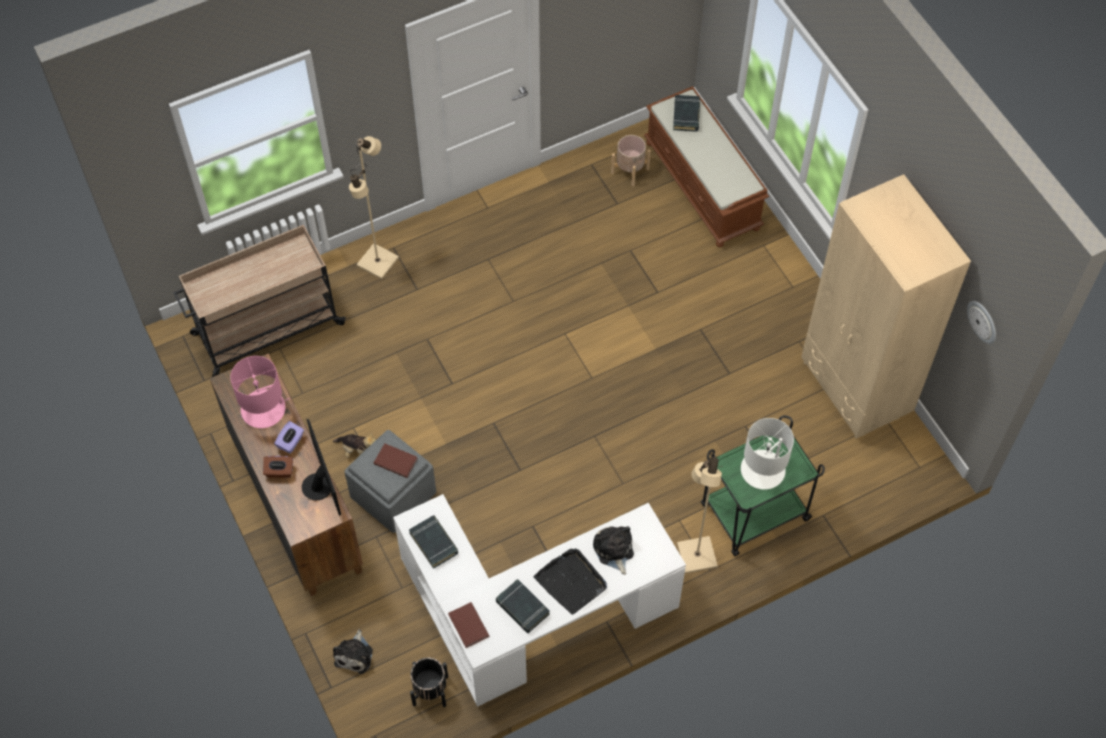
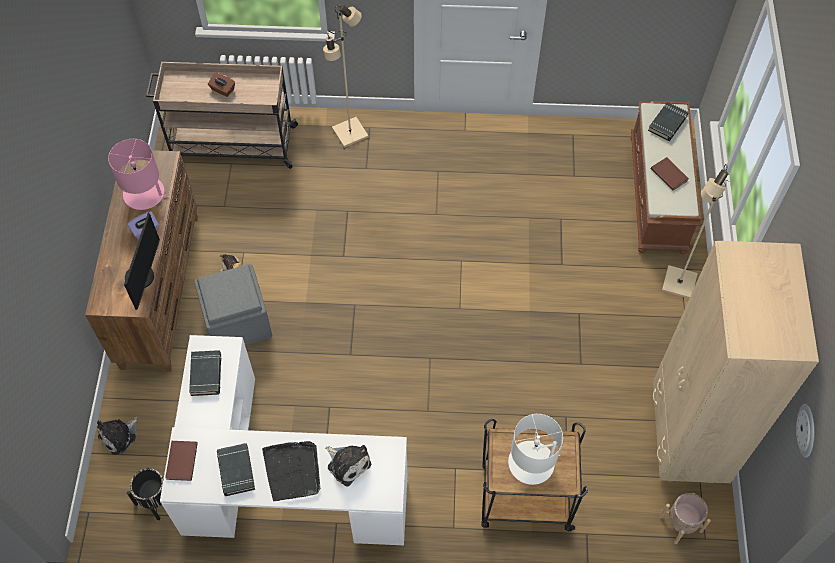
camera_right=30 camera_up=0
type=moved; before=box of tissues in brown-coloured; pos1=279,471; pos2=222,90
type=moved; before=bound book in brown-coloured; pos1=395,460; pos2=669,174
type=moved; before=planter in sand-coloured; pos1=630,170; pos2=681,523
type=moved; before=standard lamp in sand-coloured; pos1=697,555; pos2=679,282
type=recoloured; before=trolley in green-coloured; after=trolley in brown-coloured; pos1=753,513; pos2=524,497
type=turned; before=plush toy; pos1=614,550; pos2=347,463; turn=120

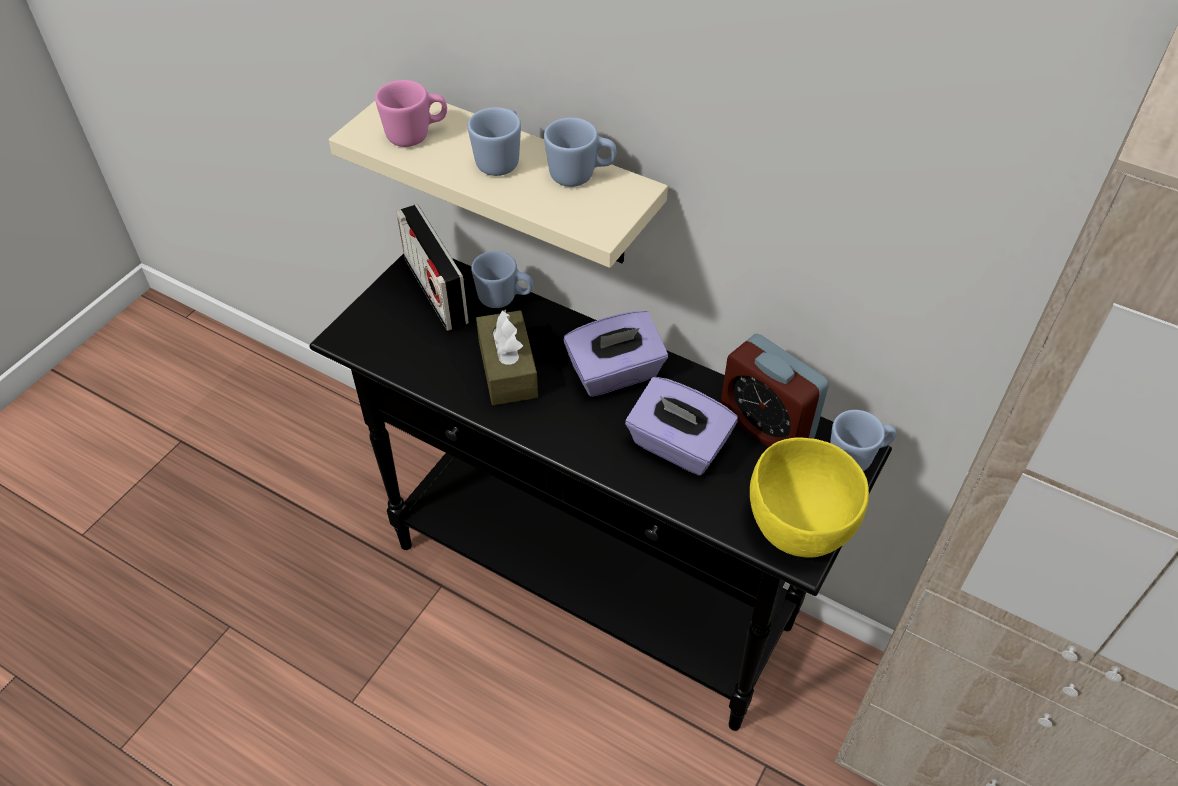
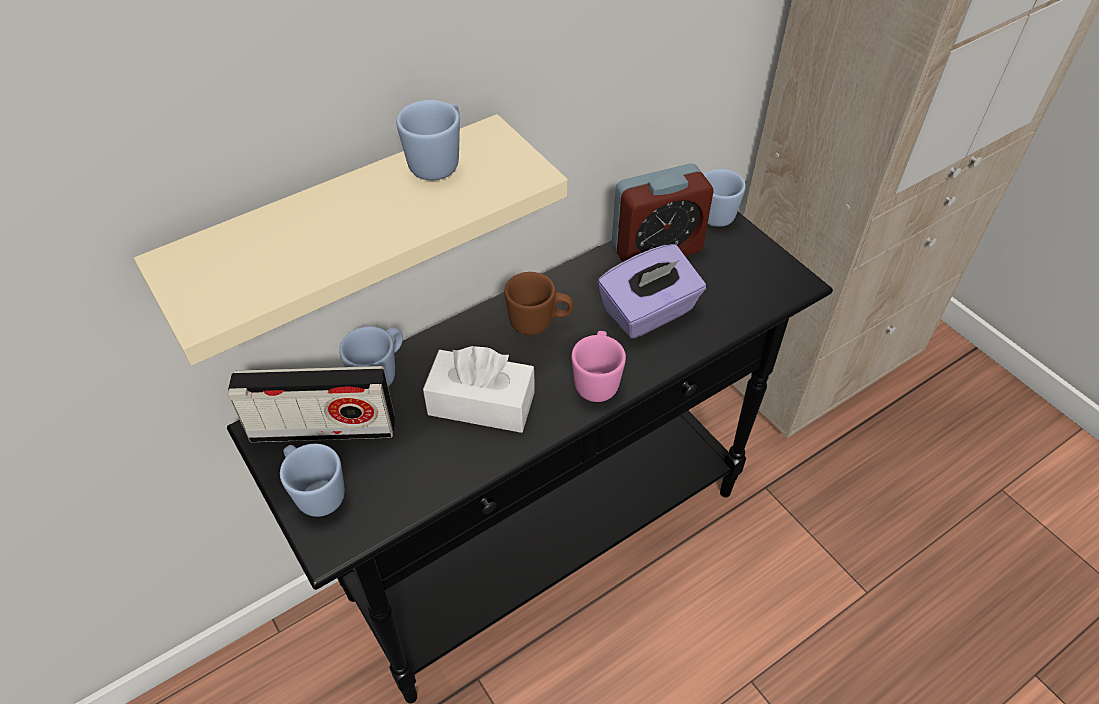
camera_right=-65 camera_up=0
type=removed; before=bowl in yellow-coloured; pos1=798,526
type=moved; before=coffee mug in pink-coloured; pos1=416,135; pos2=597,380
type=moved; before=coffee mug in blue-coloured; pos1=501,160; pos2=316,492
type=replaced; before=box of tissues in purplish; after=coffee mug in brown-coloured; pos1=615,374; pos2=539,323
type=recoloured; before=box of tissues in brown-coloured; after=box of tissues in whitish; pos1=508,369; pos2=481,403

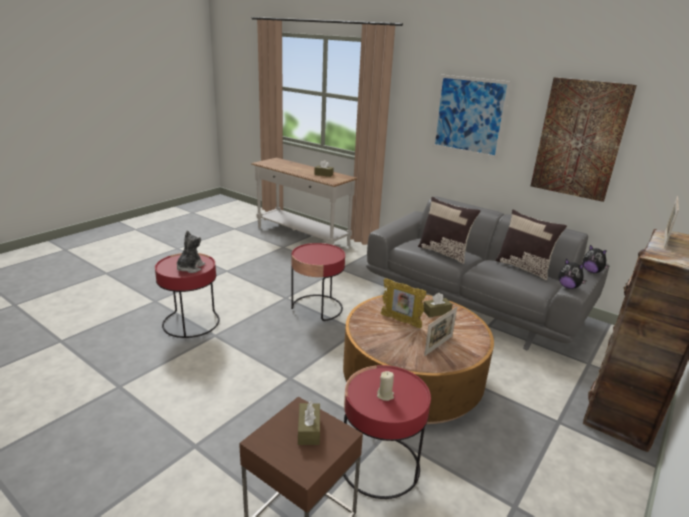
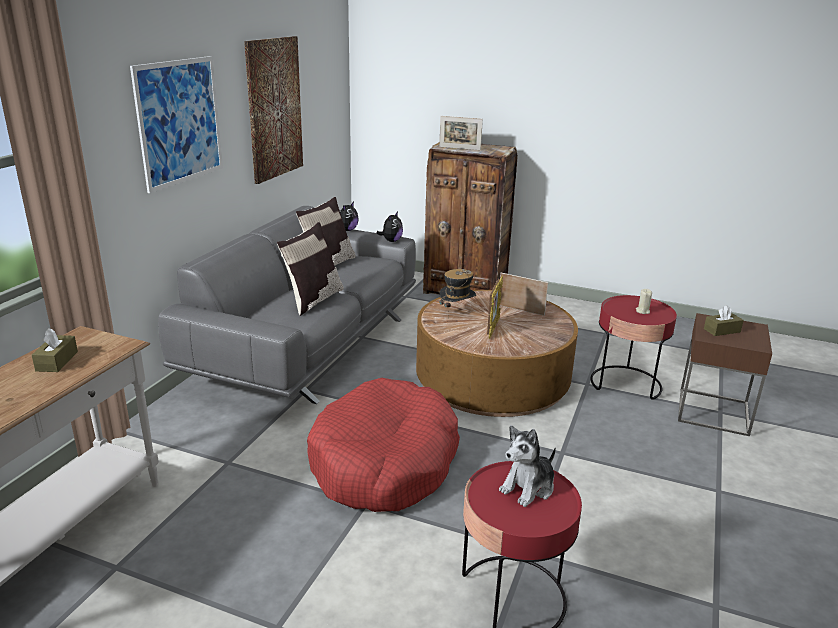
camera_right=-105 camera_up=0
type=replaced; before=side table in reddish; after=dog cushion in reddish; pos1=317,308; pos2=384,462
type=replaced; before=box of tissues in brown-coloured; after=hat; pos1=436,312; pos2=456,312
type=turned; before=plush toy; pos1=190,268; pos2=528,488; turn=-45

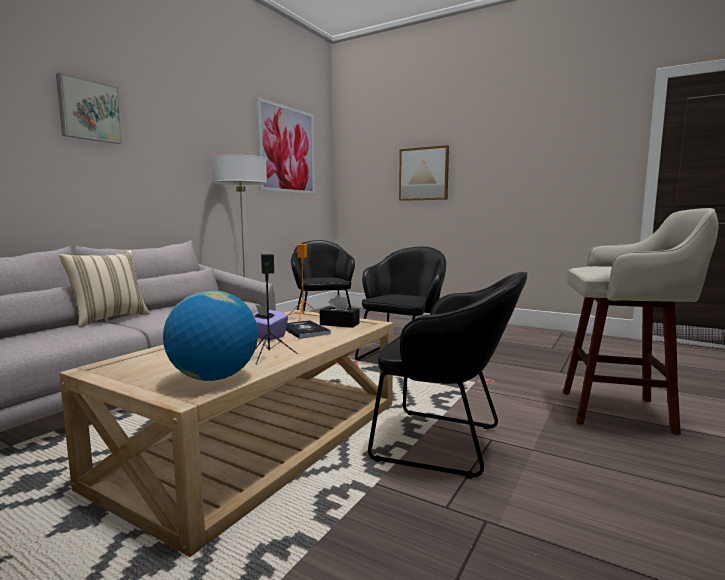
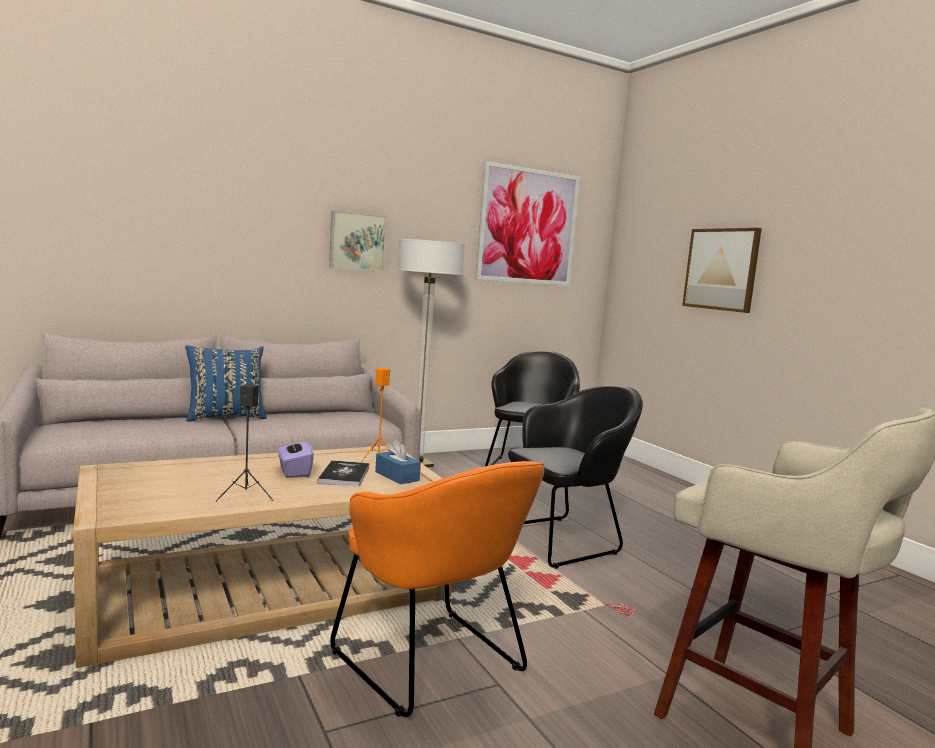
camera_right=30 camera_up=0
type=removed; before=globe; pos1=213,378
type=moved; before=picture; pos1=89,111; pos2=357,241
type=recoloured; before=pillow in sand-coloured; after=pillow in blue-coloured; pos1=109,319; pos2=225,417
type=recoloured; before=box of tissues in black-coloured; after=box of tissues in blue-coloured; pos1=339,324; pos2=397,476
type=recoloured; before=armchair in black-coloured; after=armchair in orangey; pos1=444,444; pos2=433,666

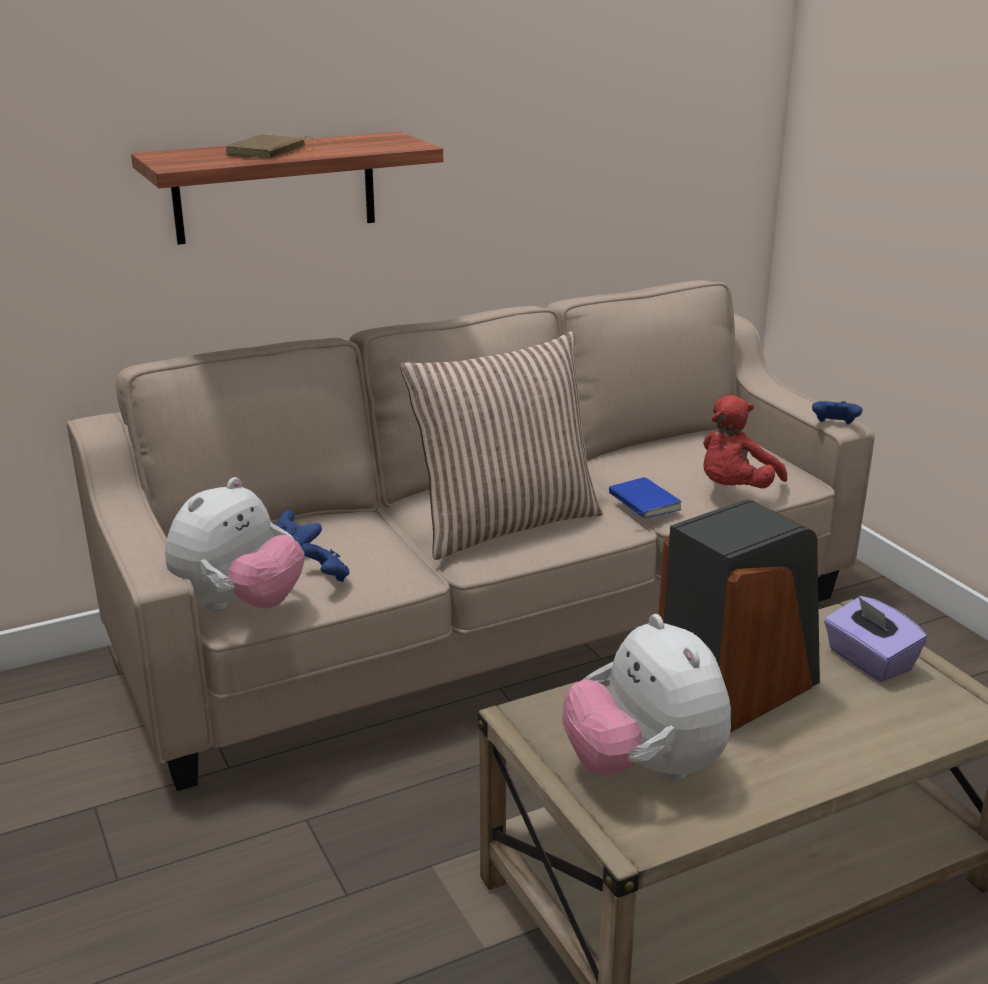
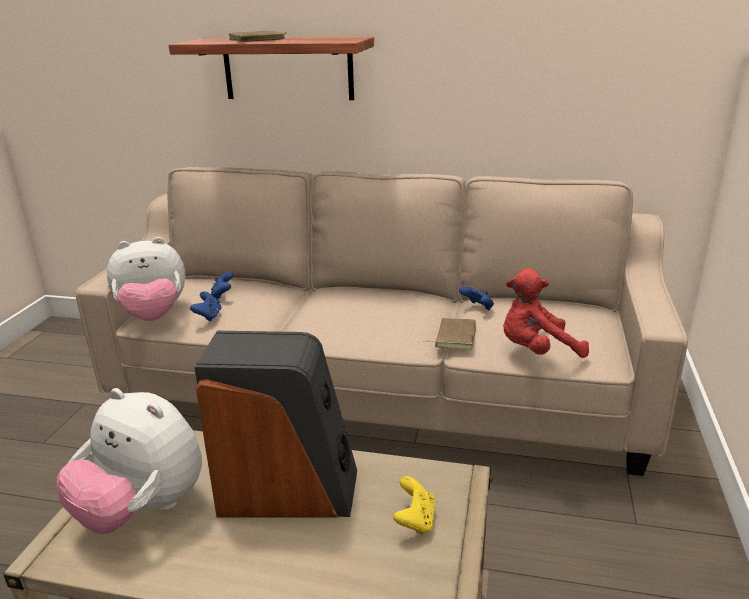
camera_right=40 camera_up=0
type=removed; before=pillow; pos1=505,523
type=moved; before=gamepad in blue-coloured; pos1=834,425; pos2=477,308
type=replaced; before=box of tissues in purplish; after=gamepad in yellow-coloured; pos1=868,661; pos2=415,521
type=recoloured; before=bound book in blue-coloured; after=bound book in brown-coloured; pos1=642,502; pos2=454,336
type=turned; before=plush toy; pos1=644,769; pos2=142,510; turn=-75

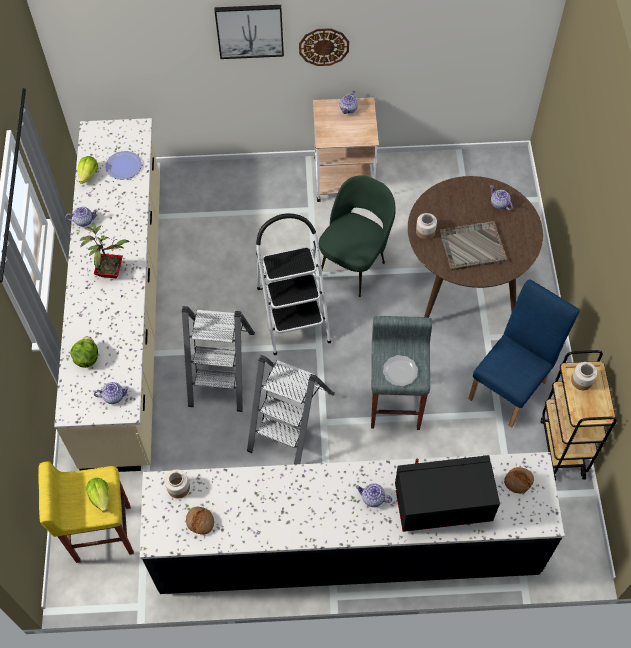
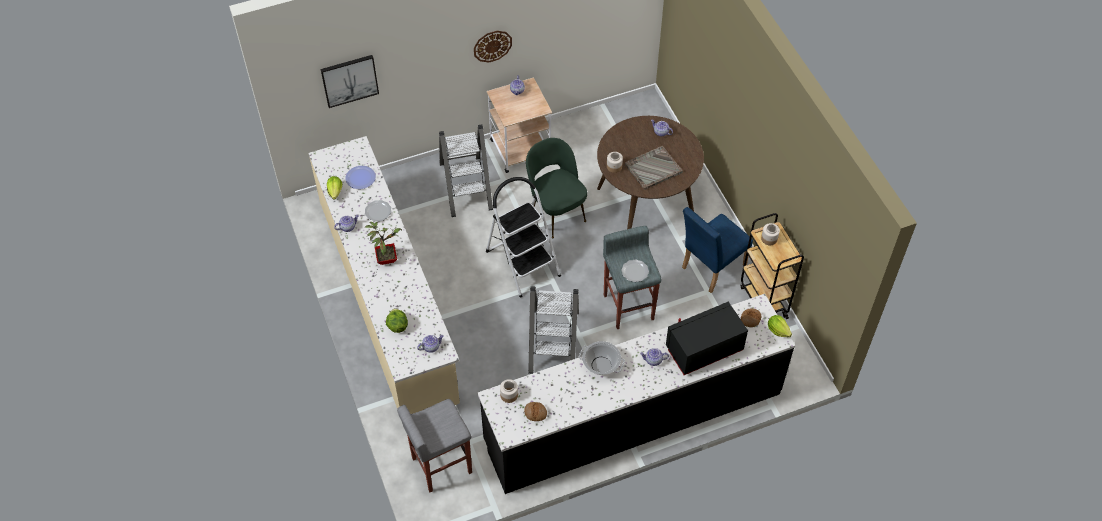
camera_right=-20 camera_up=-5
type=added; after=dinner plate; pos2=377,212
type=added; after=stockpot; pos2=601,365
type=moved; before=lettuce; pos1=101,497; pos2=778,330
type=moved; before=step ladder in gray; pos1=222,367; pos2=465,185
type=moved; before=picture; pos1=250,30; pos2=349,80
type=recoloured; before=stool in yellow-coloured; after=stool in gray; pos1=102,533; pos2=440,465
type=turned; before=upright chair in green-coloured; pos1=355,265; pos2=556,213; turn=-45
type=turned; before=upright chair in blue-coloured; pos1=511,386; pos2=710,269; turn=-150

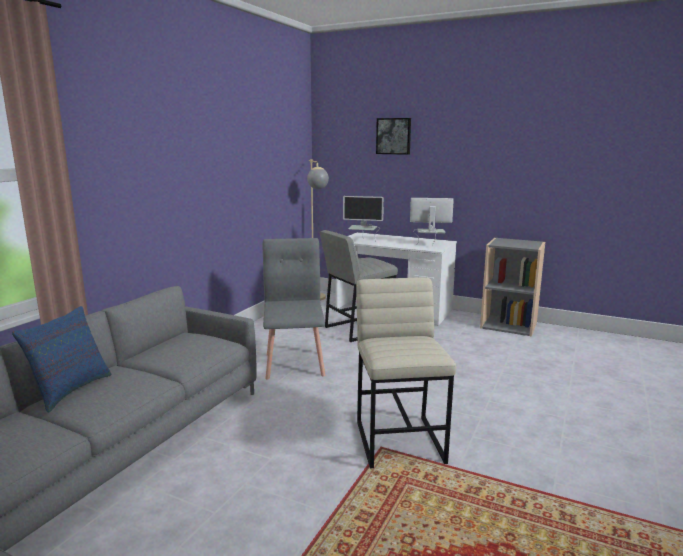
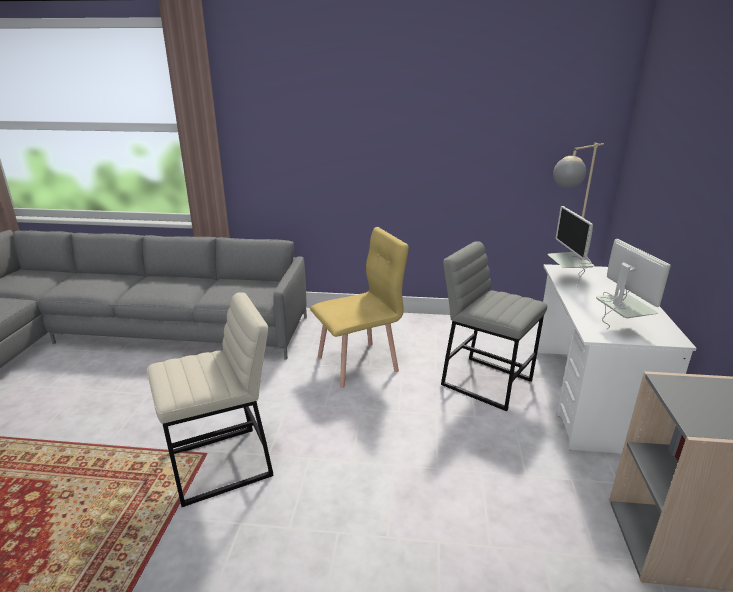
camera_right=70 camera_up=10
type=removed; before=pillow in blue-coloured; pos1=72,391
type=removed; before=picture; pos1=394,136
type=recoloured; before=upright chair in gray; after=upright chair in yellow-coloured; pos1=295,364; pos2=358,364

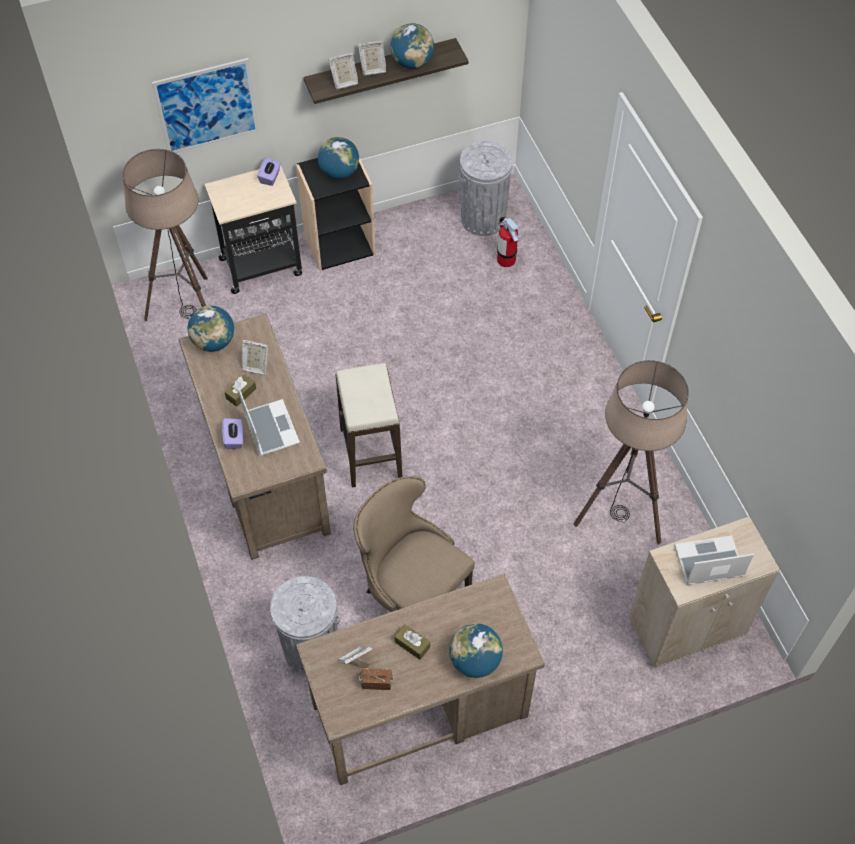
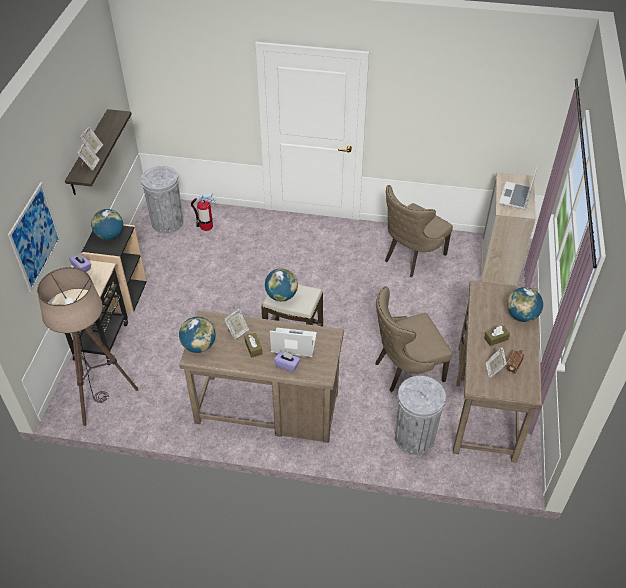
camera_right=-60 camera_up=-10
type=moved; before=globe; pos1=412,62; pos2=281,296
type=replaced; before=standard lamp; after=upright chair in sand-coloured; pos1=621,512; pos2=411,257

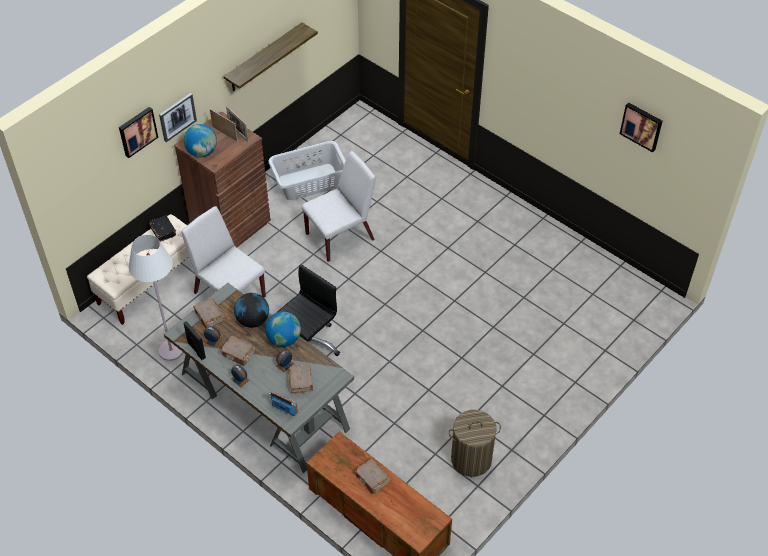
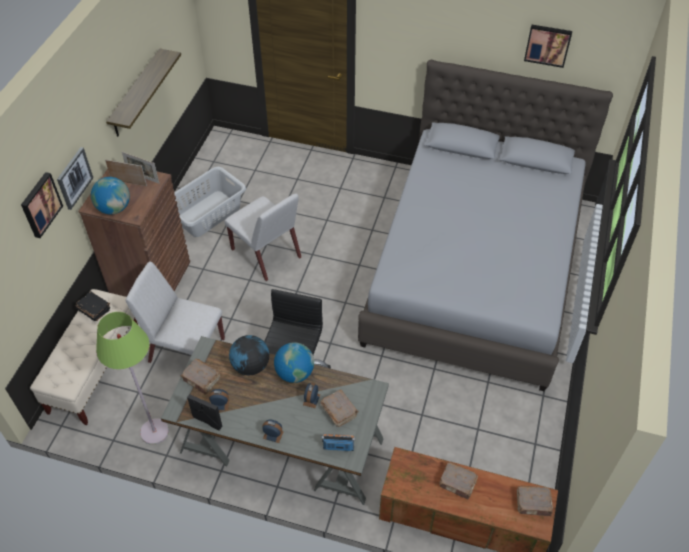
camera_right=-25 camera_up=0
type=removed; before=hamper; pos1=471,459
type=added; after=bed in gray; pos2=476,268
type=moved; before=bound book in brown-coloured; pos1=238,354; pos2=533,504
type=recoloured; before=standard lamp in whitish; after=standard lamp in green-coloured; pos1=171,350; pos2=154,432
type=turned; before=upright chair in whitish; pos1=341,236; pos2=266,254; turn=105

